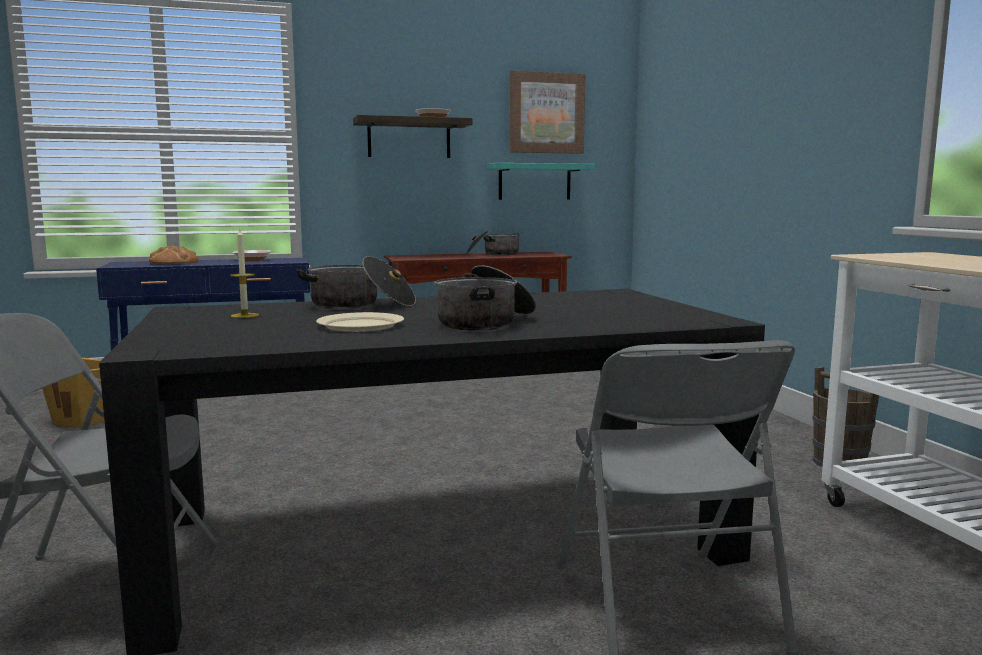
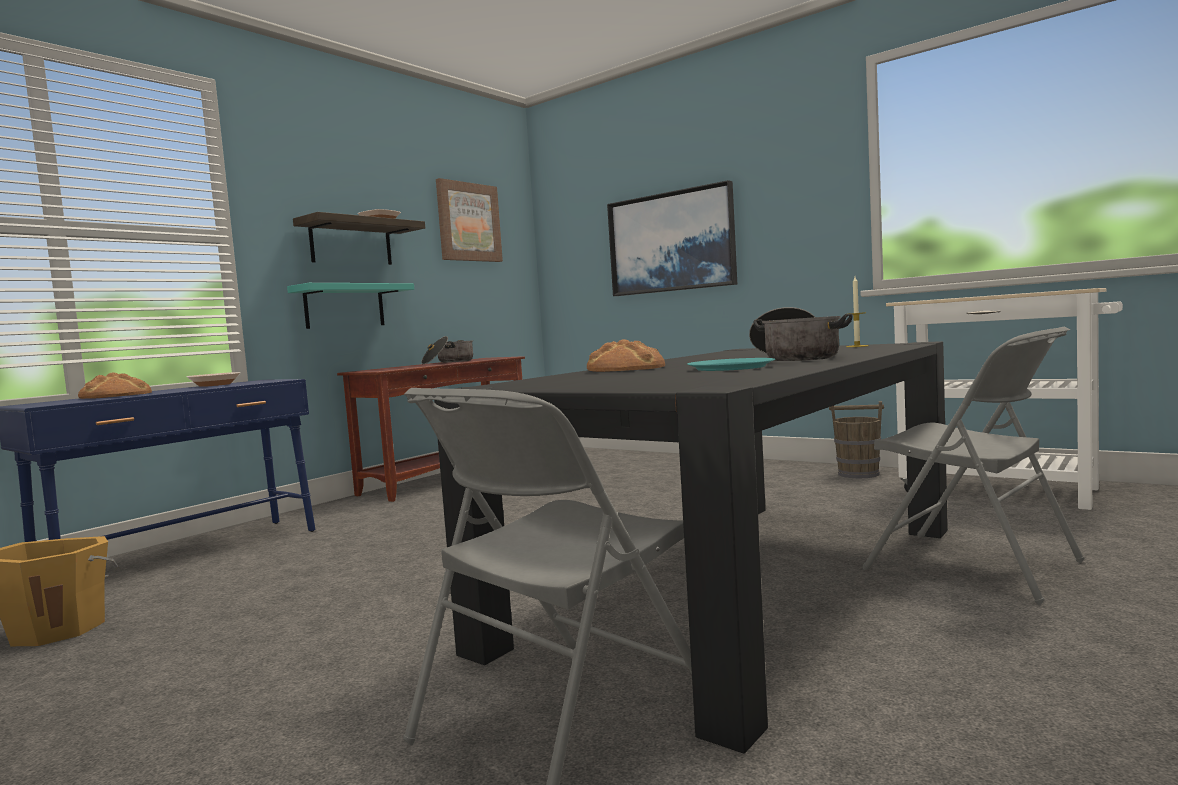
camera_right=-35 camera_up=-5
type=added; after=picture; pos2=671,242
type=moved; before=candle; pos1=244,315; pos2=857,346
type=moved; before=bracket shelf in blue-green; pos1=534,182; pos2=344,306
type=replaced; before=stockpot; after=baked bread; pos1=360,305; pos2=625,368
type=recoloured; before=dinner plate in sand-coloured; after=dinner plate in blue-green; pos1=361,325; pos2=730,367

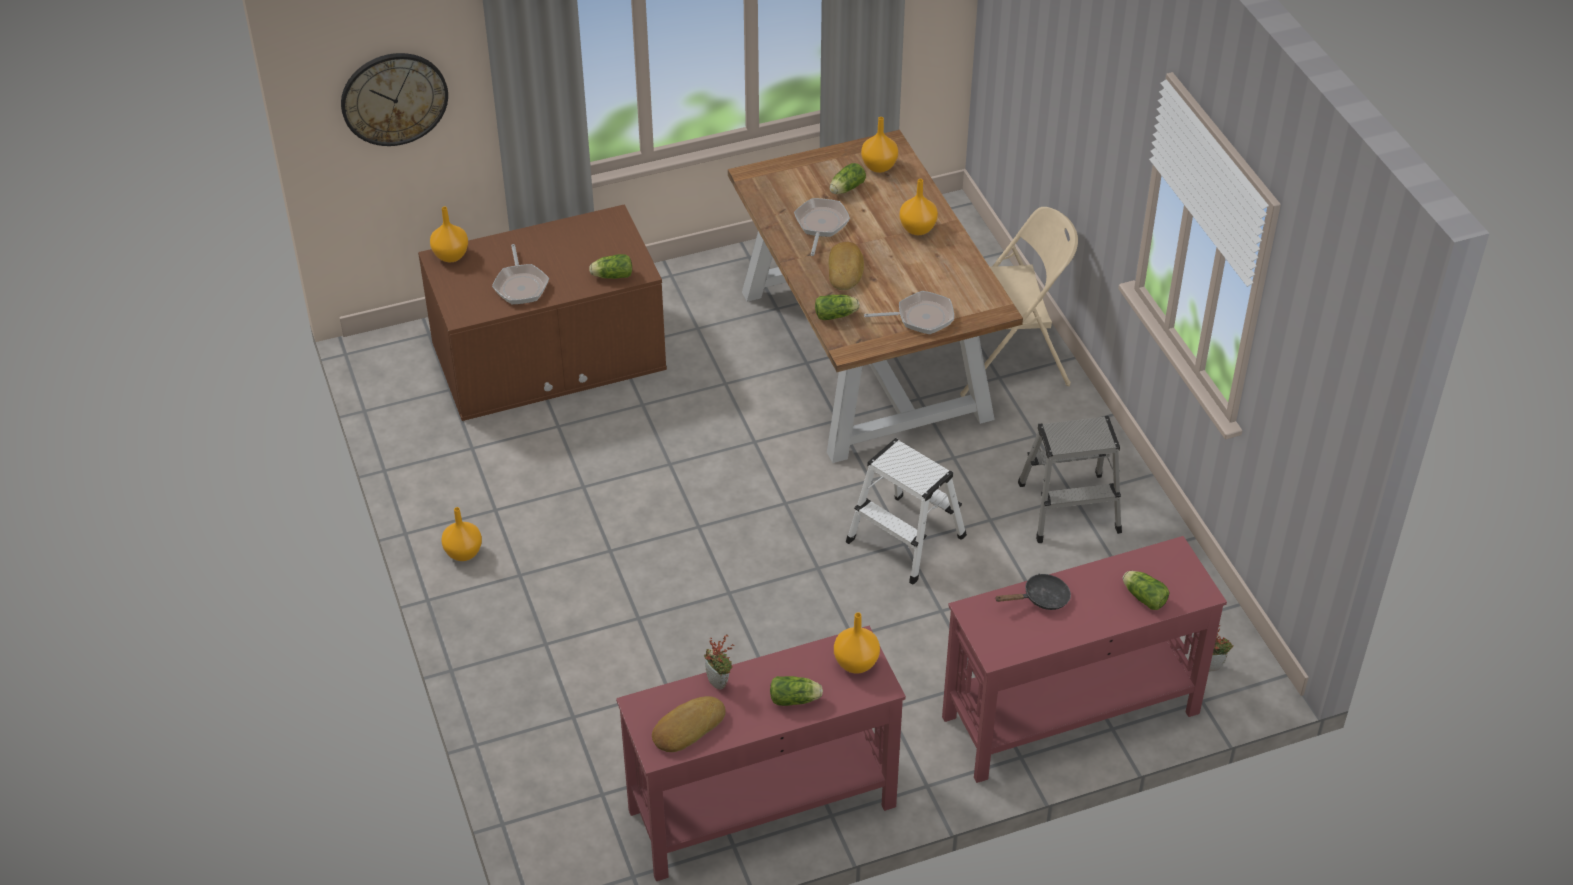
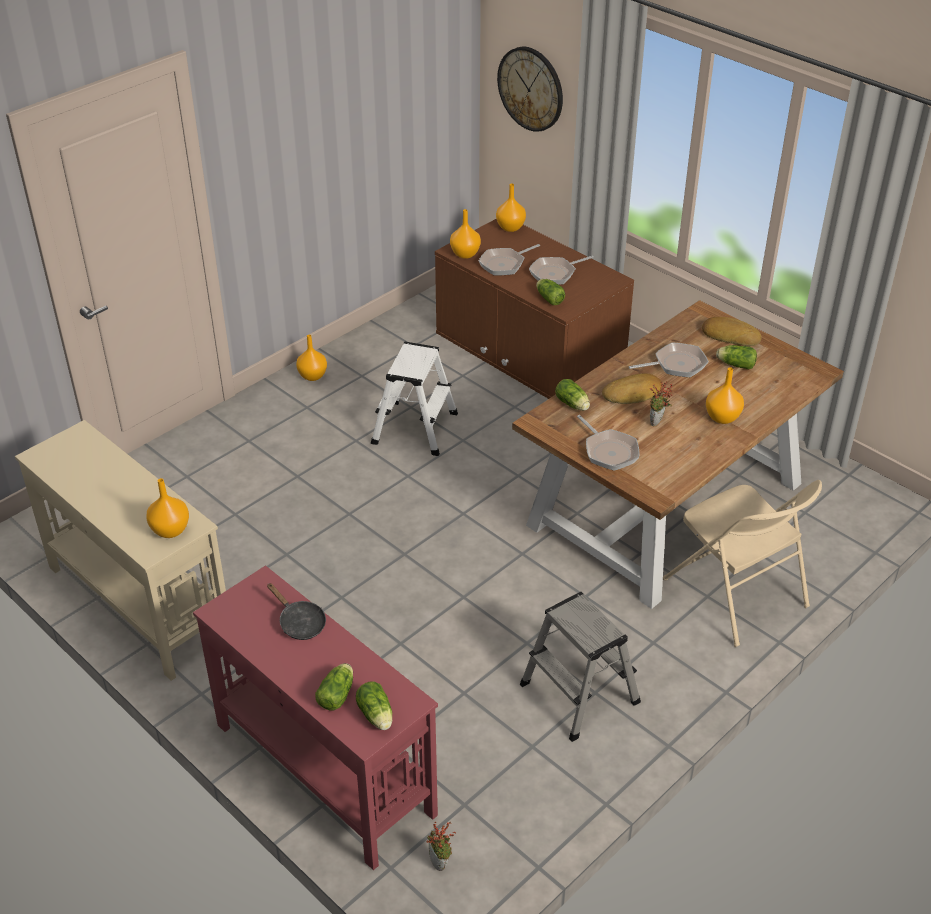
camera_right=65 camera_up=-5
type=added; after=pan; pos2=555,273
type=moved; before=baked bread; pos1=687,727; pos2=730,335
type=moved; before=plant in a pot; pos1=720,682; pos2=657,423
type=moved; before=lettuce; pos1=796,699; pos2=376,716
type=moved; before=step ladder in whitish; pos1=905,538; pos2=415,428
type=moved; before=vase in orangey; pos1=879,167; pos2=464,254
type=recoloured; before=console table in reddish; after=console table in sand-coloured; pos1=760,808; pos2=139,601

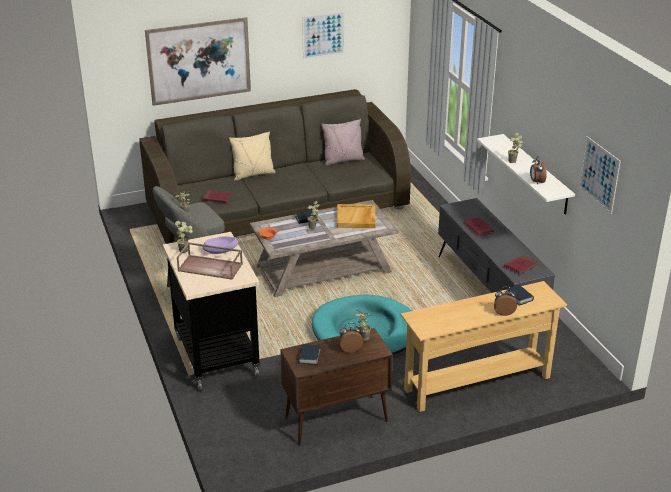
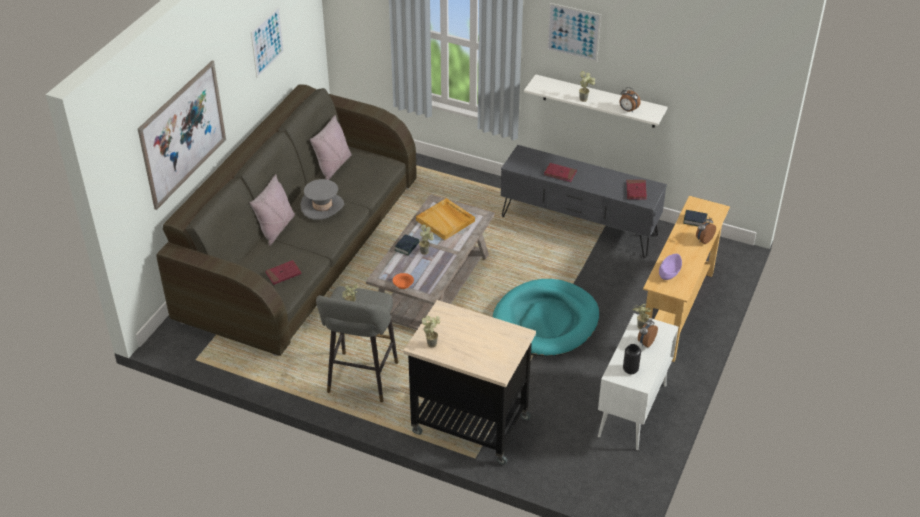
camera_right=-45 camera_up=10
type=removed; before=serving tray in brown-coloured; pos1=211,267
type=added; after=hat in gray; pos2=322,206
type=moved; before=bowl in purplish; pos1=221,250; pos2=669,272
type=moved; before=picture; pos1=599,174; pos2=573,32
type=replaced; before=bound book; after=vase in black-coloured; pos1=309,357; pos2=630,370
type=recoloured; before=pillow in sand-coloured; after=pillow in purplish; pos1=253,174; pos2=276,228
type=recoloured; before=cabinet in brown-coloured; after=cabinet in whitish; pos1=335,420; pos2=632,411

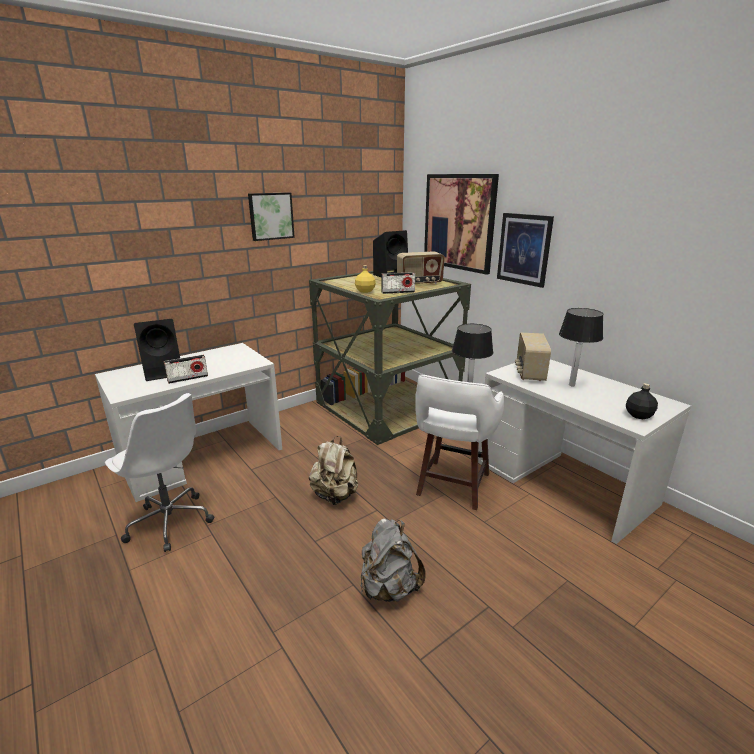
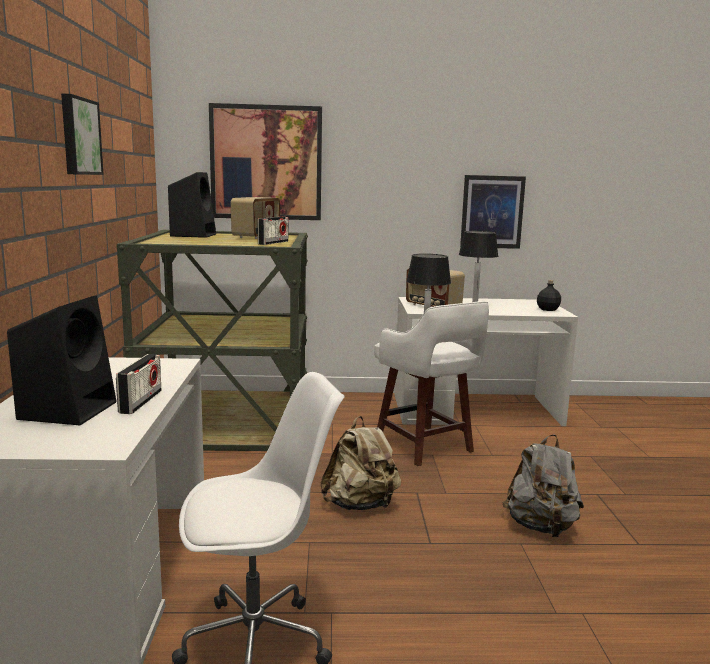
camera_right=-55 camera_up=-10
type=removed; before=drink bottle in yellow-coloured; pos1=365,291
type=moved; before=picture; pos1=524,249; pos2=492,212

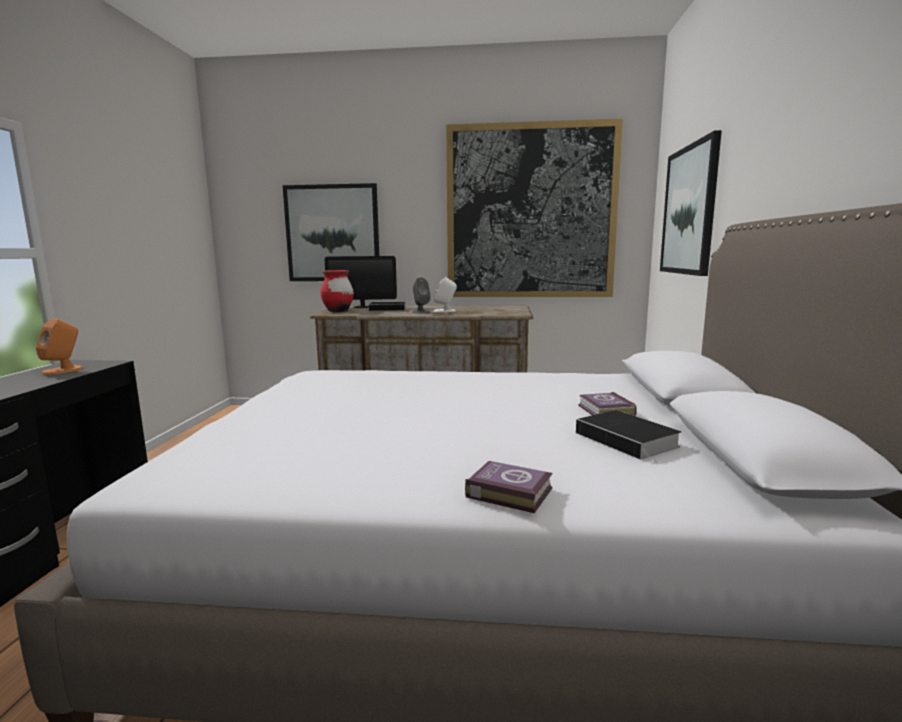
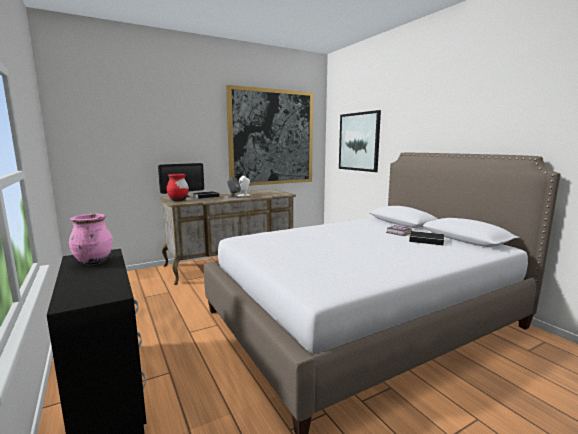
camera_right=-35 camera_up=0
type=removed; before=picture; pos1=332,233
type=removed; before=bound book; pos1=508,491
type=replaced; before=loudspeaker in orangey; after=vase in pink-coloured; pos1=63,370; pos2=94,262

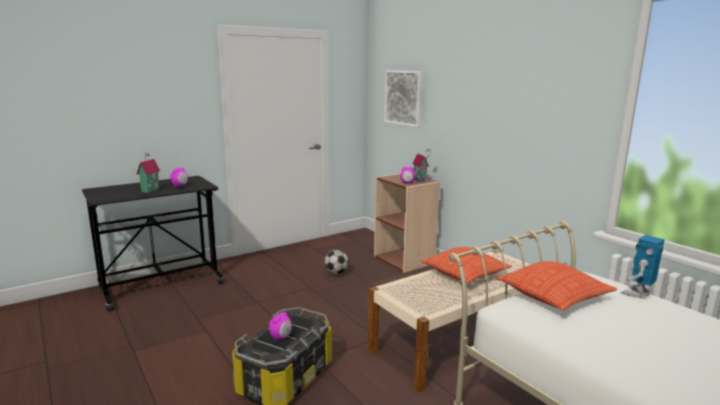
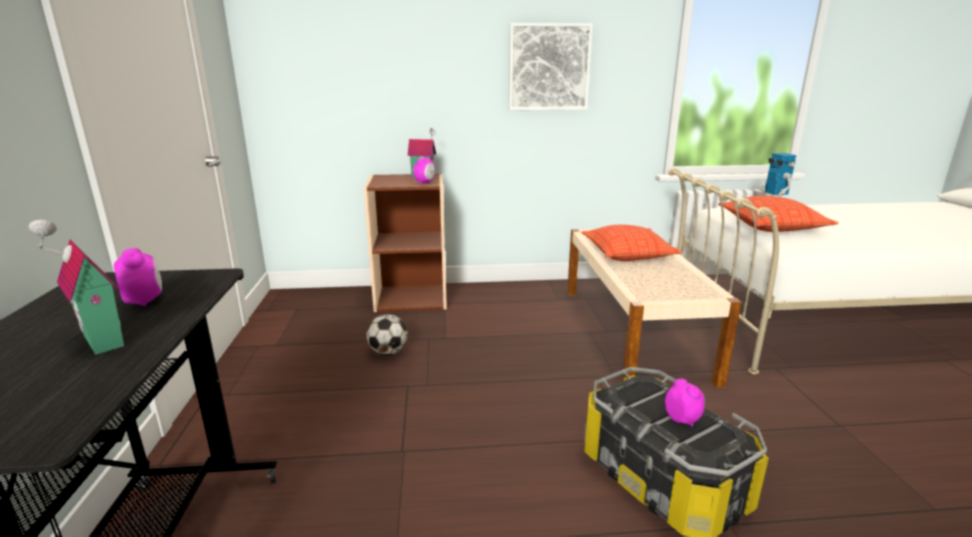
camera_right=-60 camera_up=5
type=moved; before=picture; pos1=404,97; pos2=549,67

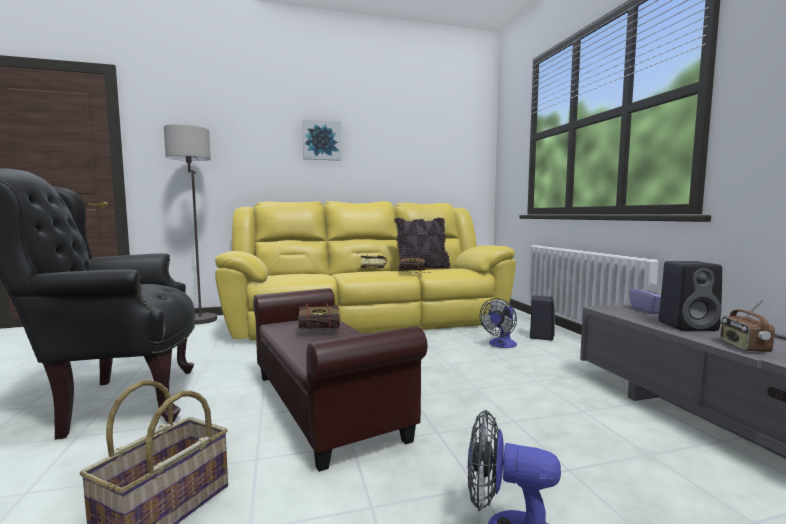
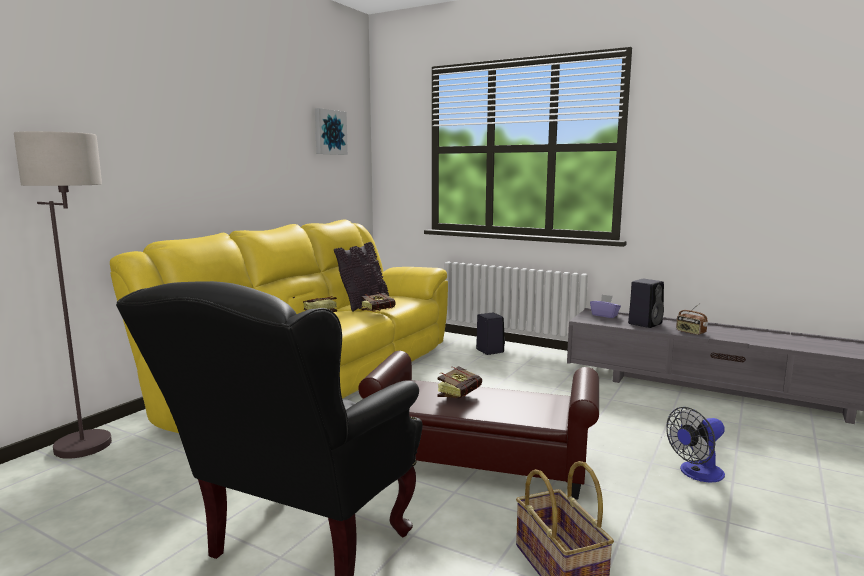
camera_right=-45 camera_up=5
type=removed; before=electric fan; pos1=501,345
type=moved; before=picture; pos1=321,140; pos2=329,132

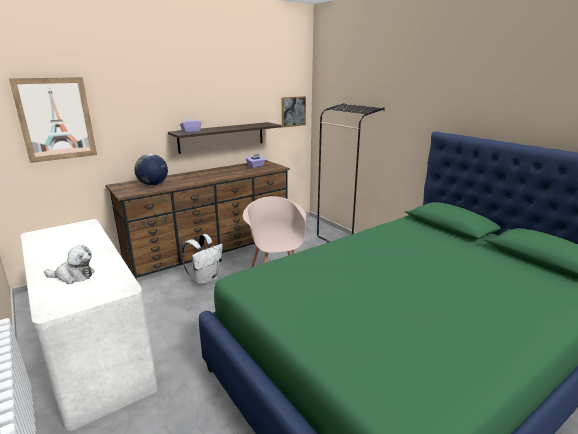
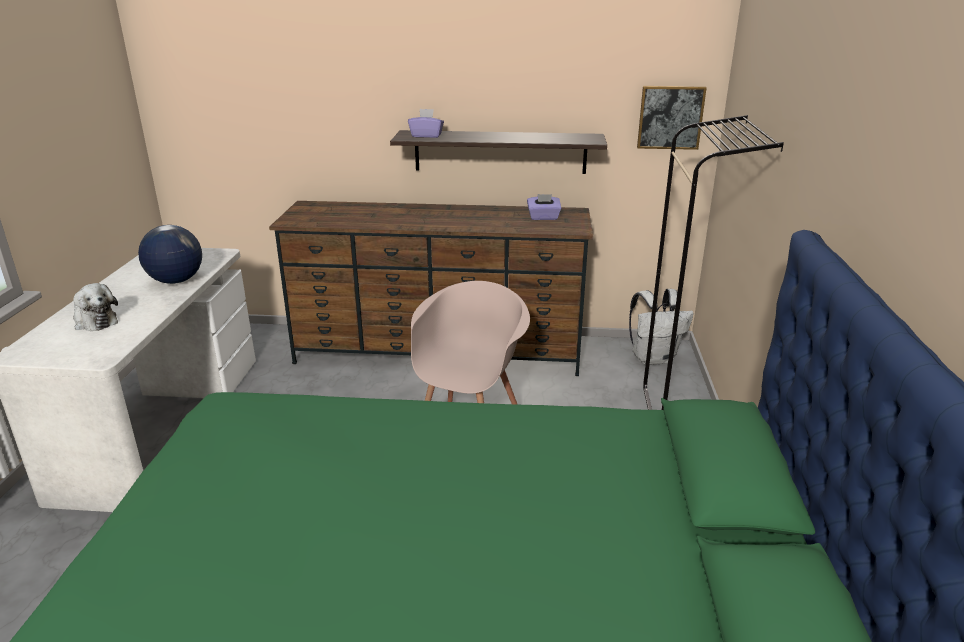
camera_right=40 camera_up=5
type=removed; before=picture; pos1=56,119
type=moved; before=globe; pos1=153,185; pos2=176,281
type=moved; before=rucksack in whitish; pos1=205,280; pos2=654,358

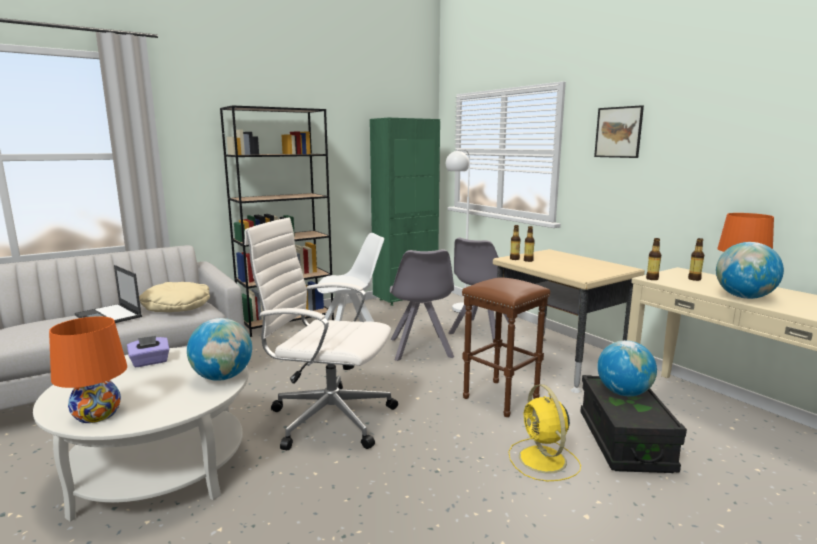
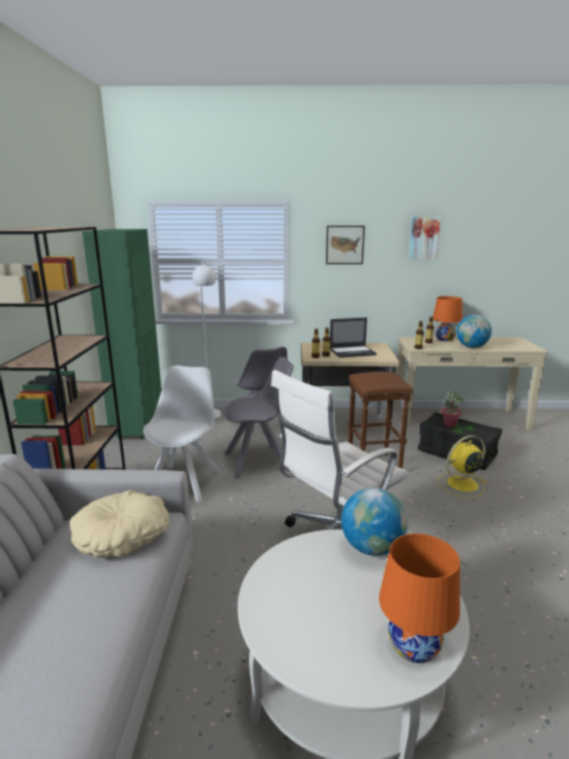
camera_right=-55 camera_up=5
type=removed; before=box of tissues in purplish; pos1=150,362
type=added; after=picture; pos2=424,237
type=moved; before=portable computer; pos1=109,316; pos2=353,352
type=replaced; before=globe; after=plant in a pot; pos1=623,393; pos2=449,424
type=turned; before=upright chair in gray; pos1=420,349; pos2=259,461; turn=-45
type=turned; before=electric fan in yellow-coloured; pos1=543,460; pos2=461,484; turn=135

